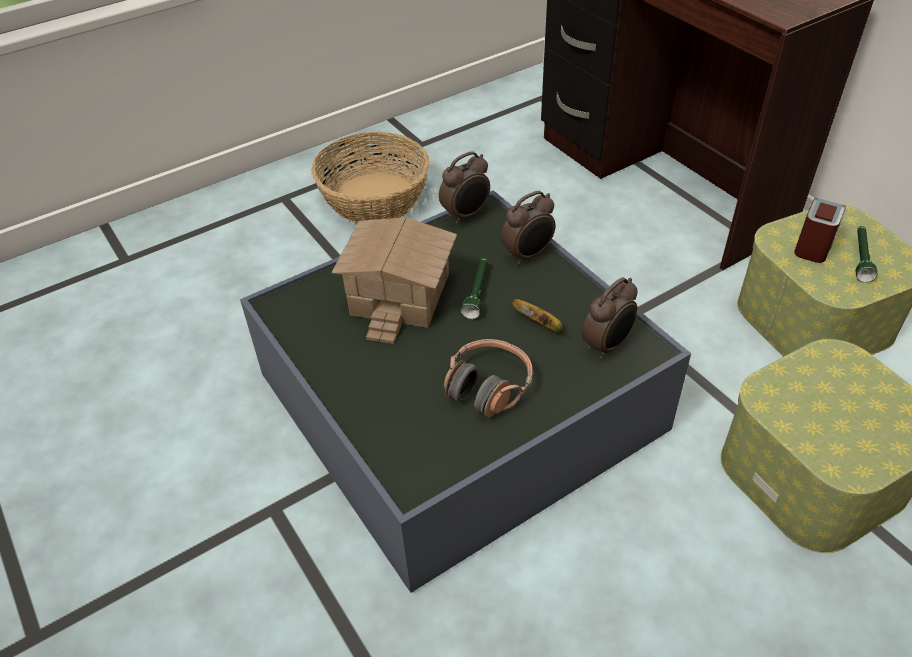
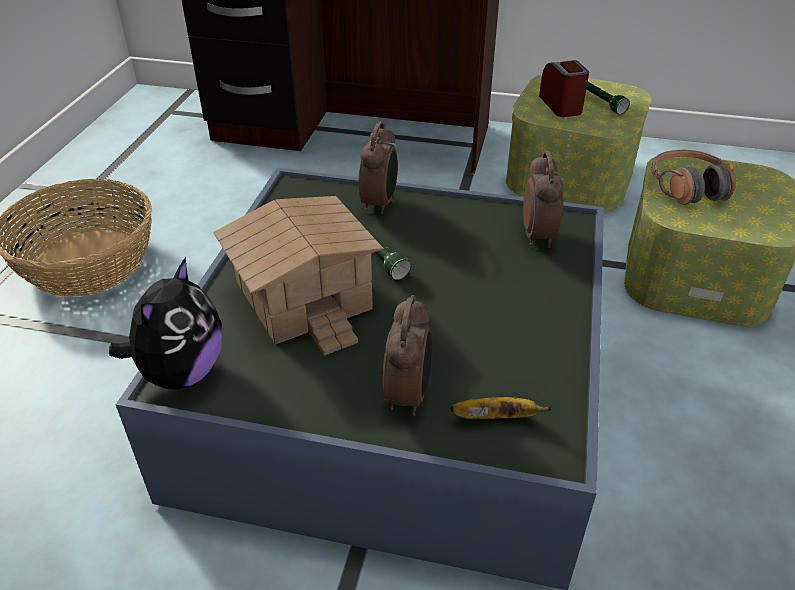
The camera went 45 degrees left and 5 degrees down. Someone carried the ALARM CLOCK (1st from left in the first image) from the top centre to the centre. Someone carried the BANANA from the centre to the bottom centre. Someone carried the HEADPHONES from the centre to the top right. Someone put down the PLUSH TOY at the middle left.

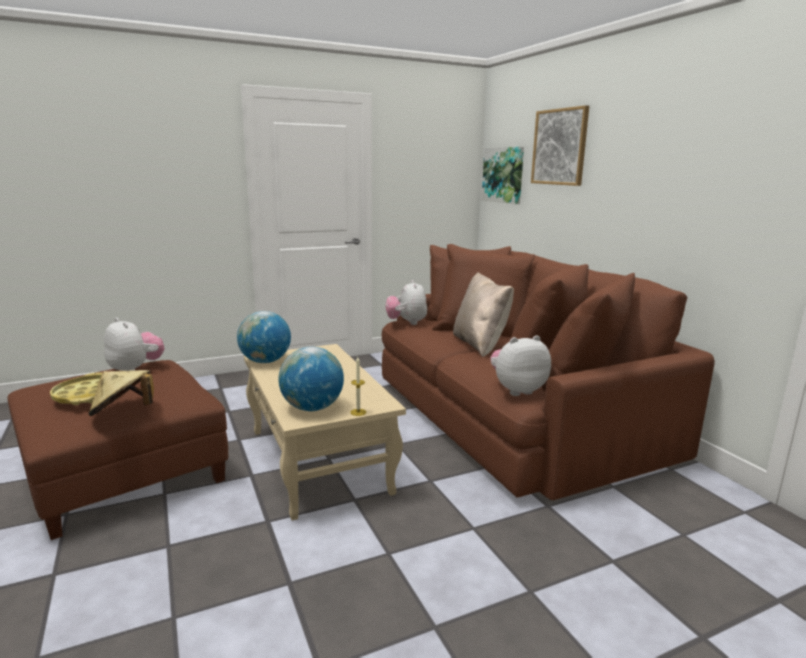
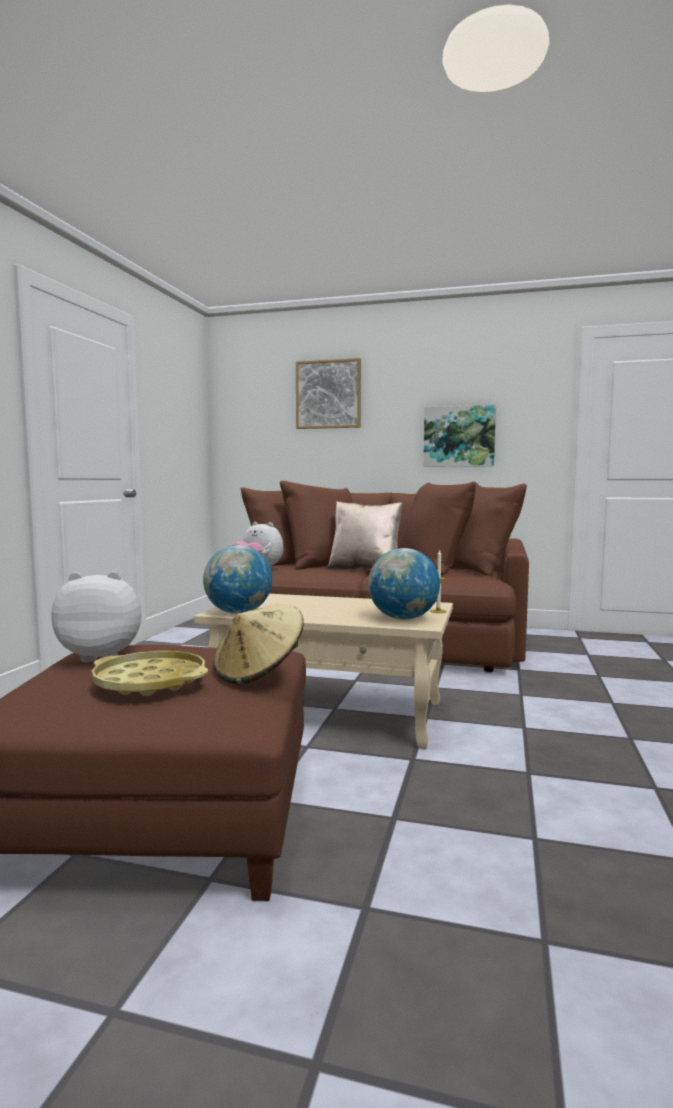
The camera went 50 degrees left and 10 degrees down. Someone carried the PICTURE (1st from left in the first image) from the top centre to the middle right. Someone took away the PLUSH TOY (3rd from left) at the centre.

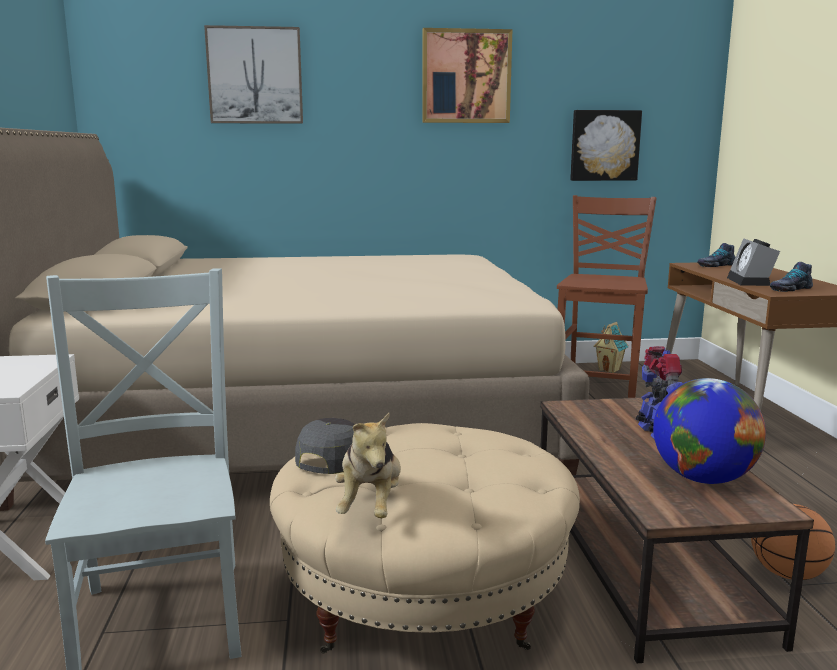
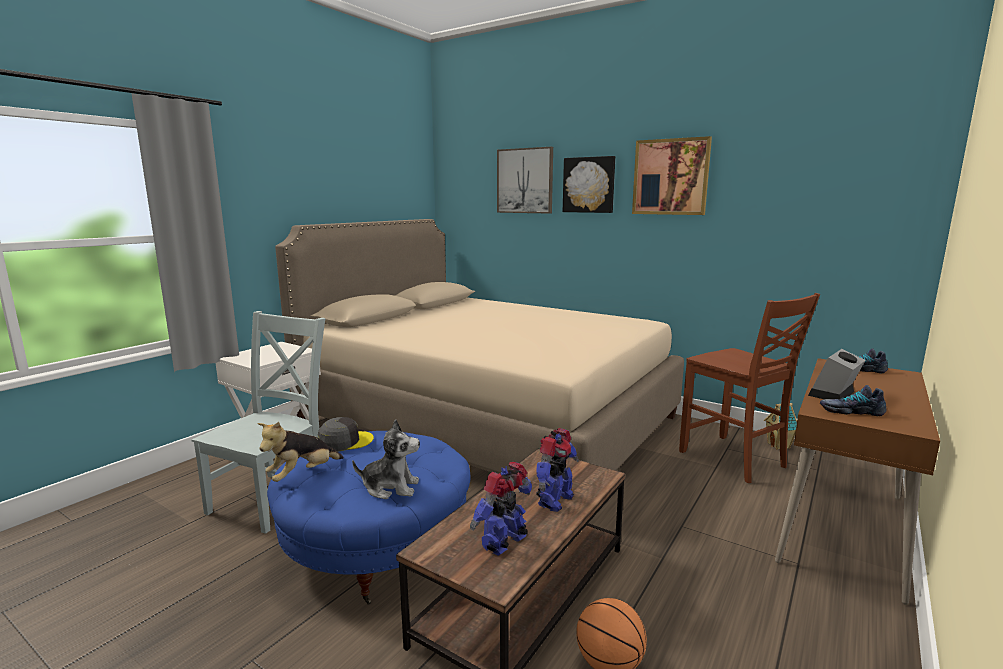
The camera went 40 degrees right and 0 degrees up. Someone carried the PICTURE (3rd from left in the first image) from the top right to the top centre. Someone rotated the BROWN CHAIR at the middle right by 90 degrees clockwise. Someone swapped the GLOBE at the middle right for the TOY ROBOT (1st from left) at the bottom centre. Someone repainted the BEIGE OTTOMAN at the bottom centre, which became the BLUE OTTOMAN at the bottom centre. Someone put down the PLUSH TOY (2nd from left) at the bottom centre.

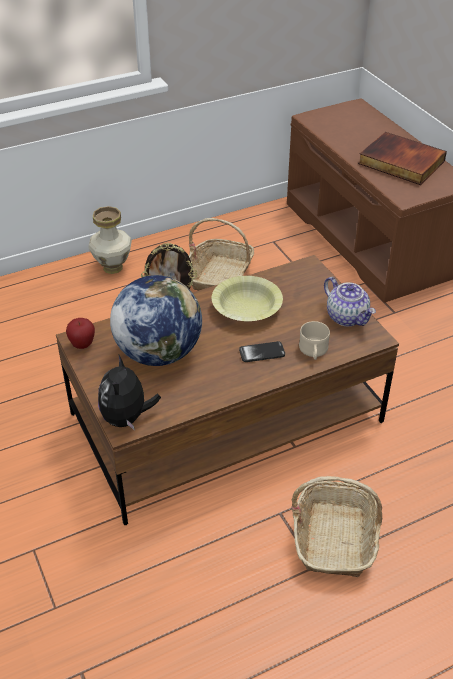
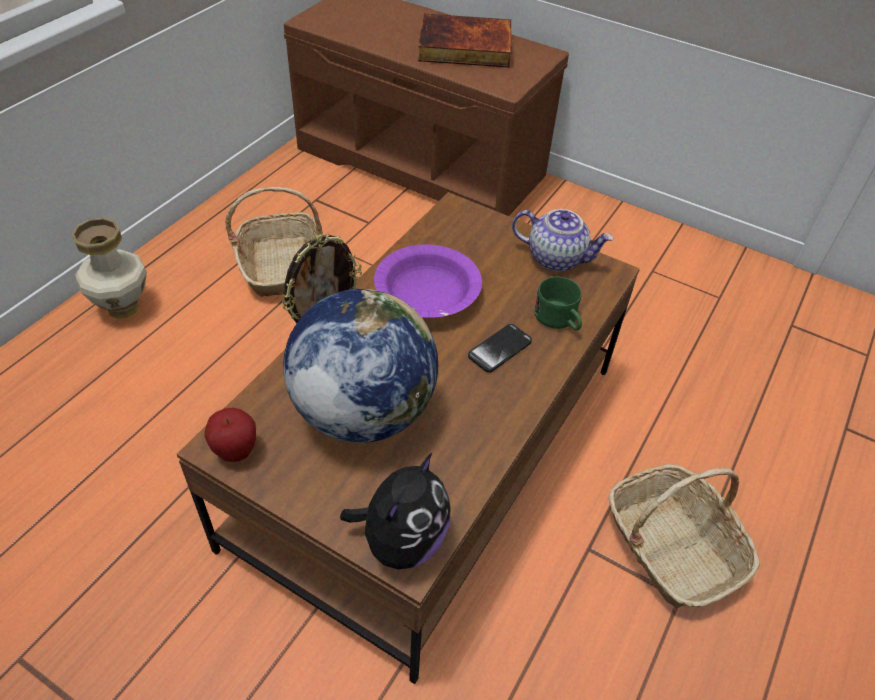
The camera went 35 degrees left and 5 degrees up. Someone repainted the YELLOW BOWL at the centre, which became the PURPLE BOWL at the centre. Someone repainted the BEIGE MUG at the middle right, which became the GREEN MUG at the centre. Someone rotated the PLUSH TOY at the middle left by 120 degrees counterclockwise.

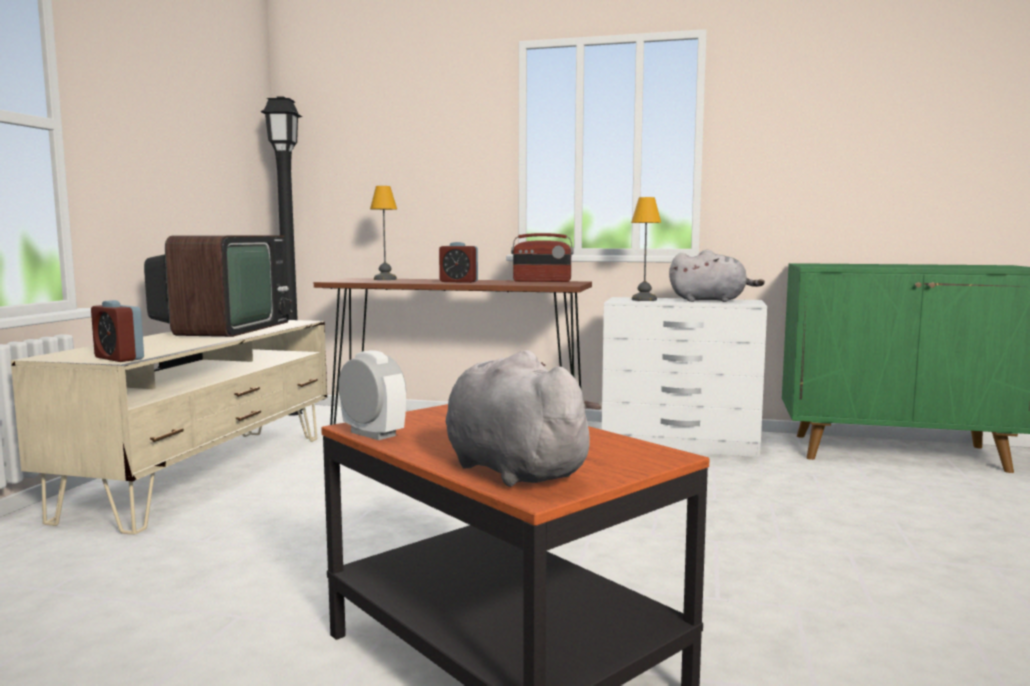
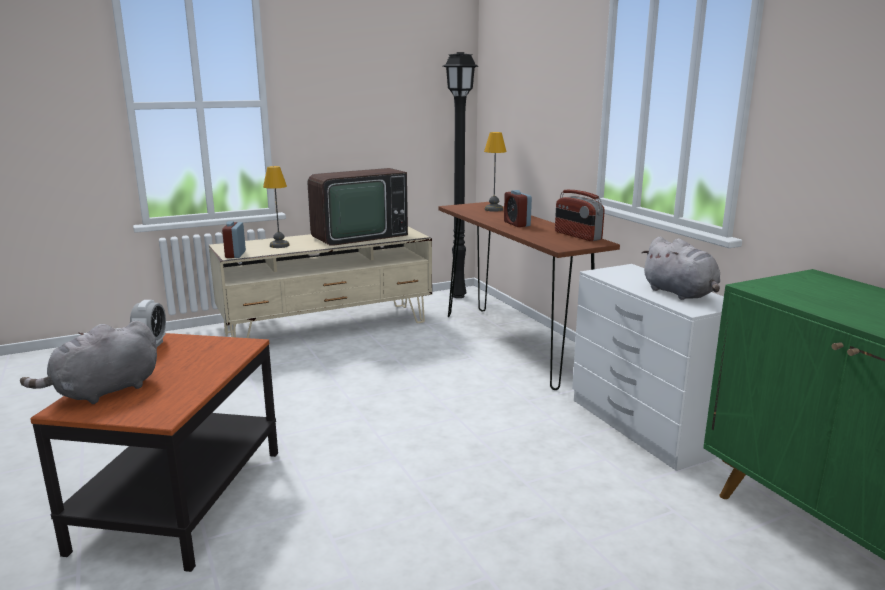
The camera went 50 degrees right and 10 degrees up. Someone carried the TABLE LAMP (2nd from left in the first image) from the centre to the middle left. Someone rotated the GREY PLUSH TOY (1st from left) at the centre by 150 degrees counterclockwise.

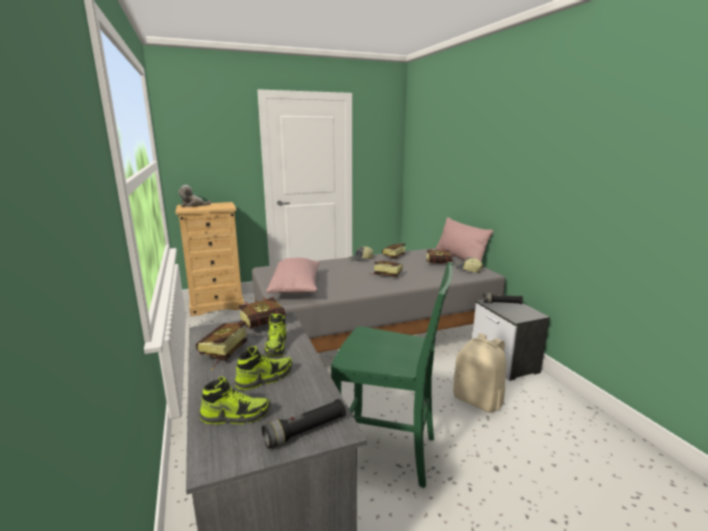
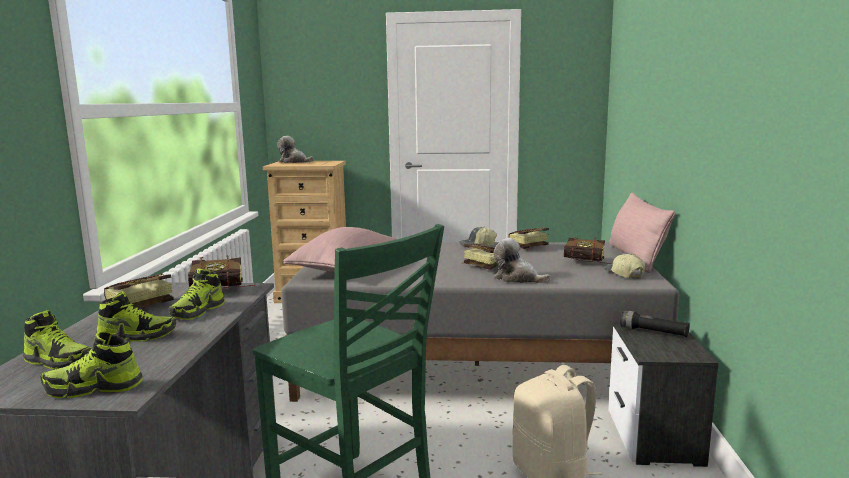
The camera went 25 degrees right and 5 degrees down. Someone swapped the BLACK FLASHLIGHT (1st from left) at the bottom centre for the SHOE (2nd from left) at the bottom left. Someone put down the PLUSH TOY (2nd from left) at the centre.

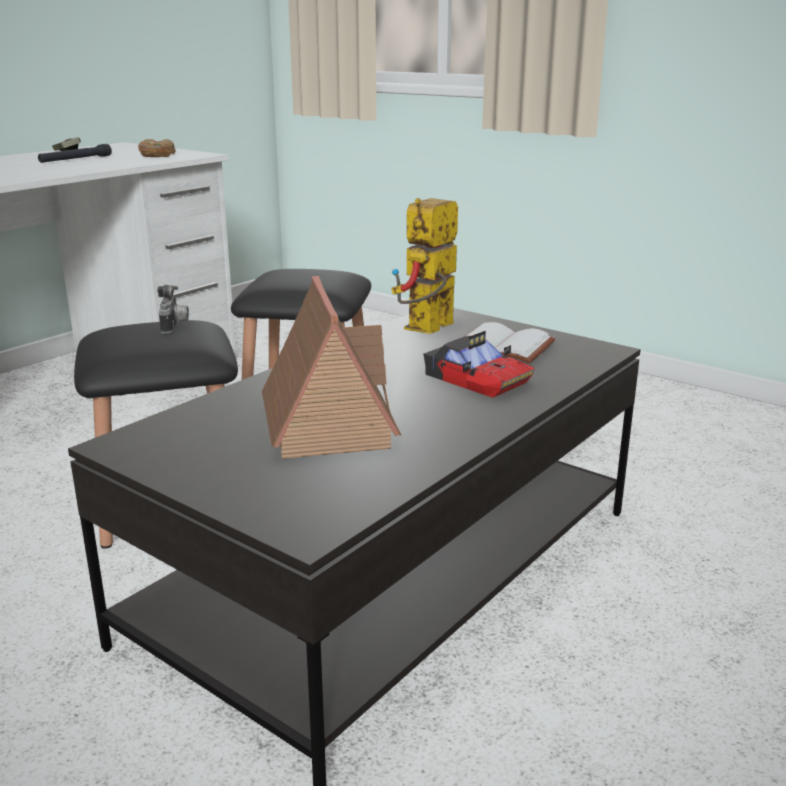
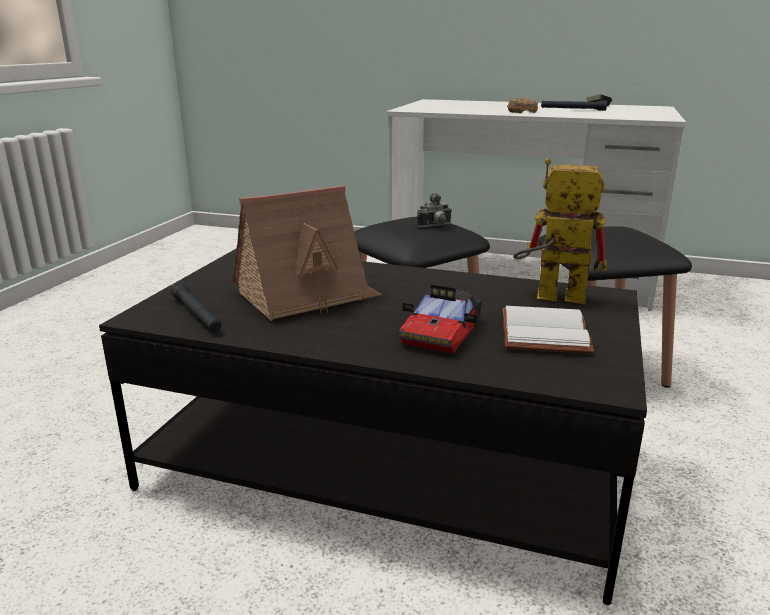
The camera went 70 degrees right and 0 degrees up. Someone carried the DONUT from the top left to the top right. Someone put down the BLACK FLASHLIGHT (1st from left) at the middle left.

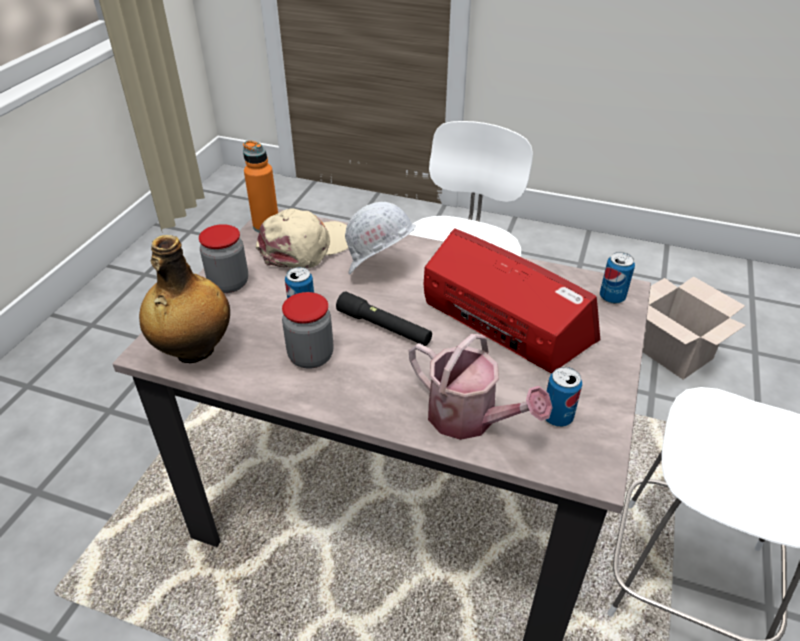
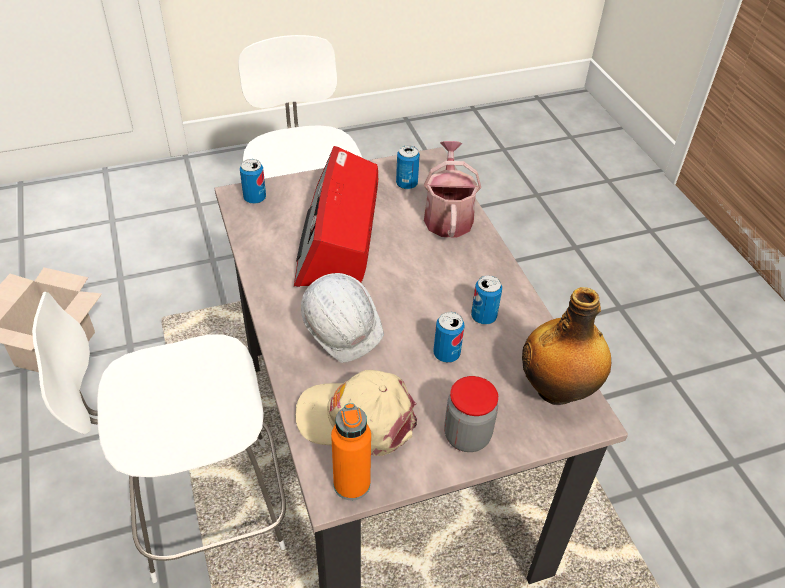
The camera went 130 degrees left and 5 degrees up. Someone took away the BLACK FLASHLIGHT at the centre. Someone swapped the JAR (2nd from left) at the centre for the CAN (4th from left) at the centre.

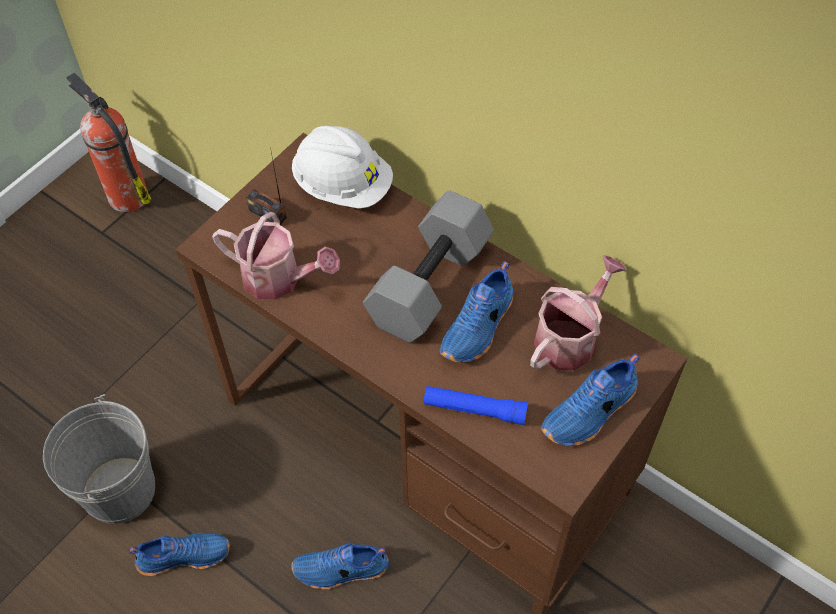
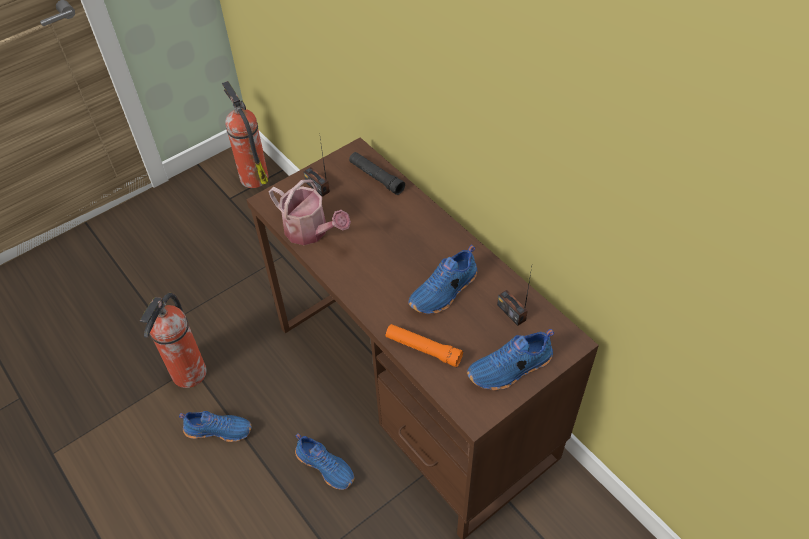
The camera went 15 degrees right and 5 degrees down. Someone swapped the WHITE HARD HAT at the top centre for the BLACK FLASHLIGHT at the top centre. Someone took away the GREY DUMBBELL at the centre. Someone swapped the WATERING CAN (2nd from left) at the middle right for the RADIO (2nd from left) at the centre. Someone repainted the BLUE FLASHLIGHT at the centre, which became the ORANGE FLASHLIGHT at the centre. Someone swapped the GREY BUCKET at the bottom left for the FIRE EXTINGUISHER (1st from left) at the middle left. Someone rotated the BLUE SHOE (2nd from left) at the bottom centre by 150 degrees counterclockwise.

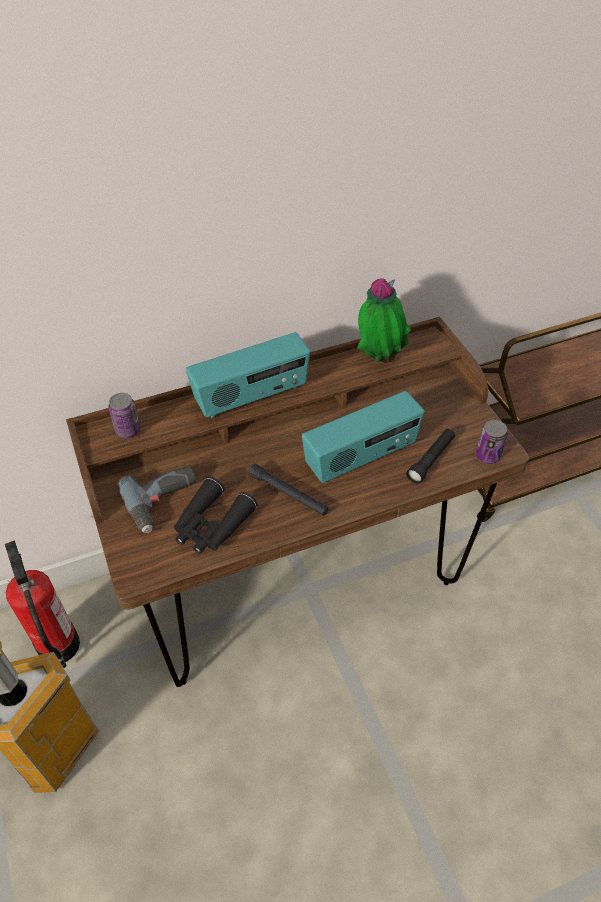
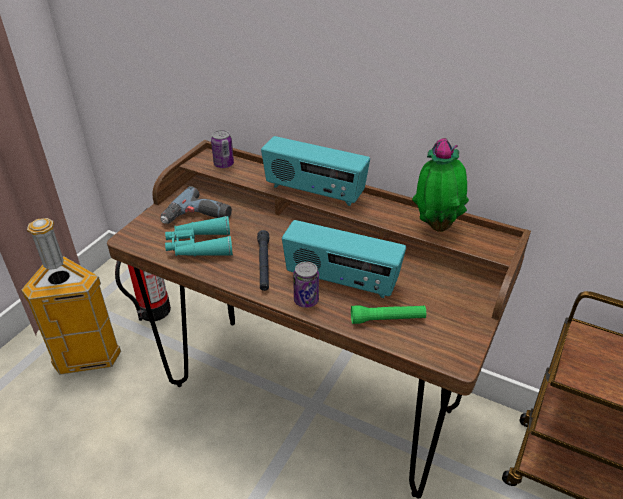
The camera went 50 degrees right and 10 degrees down. Someone carried the CAN (2nd from left) from the middle right to the centre. Someone repainted the BLACK FLASHLIGHT (2nd from left) at the middle right, which became the GREEN FLASHLIGHT at the centre. Someone repainted the BLACK BINOCULARS at the centre, which became the TURQUOISE BINOCULARS at the middle left.

